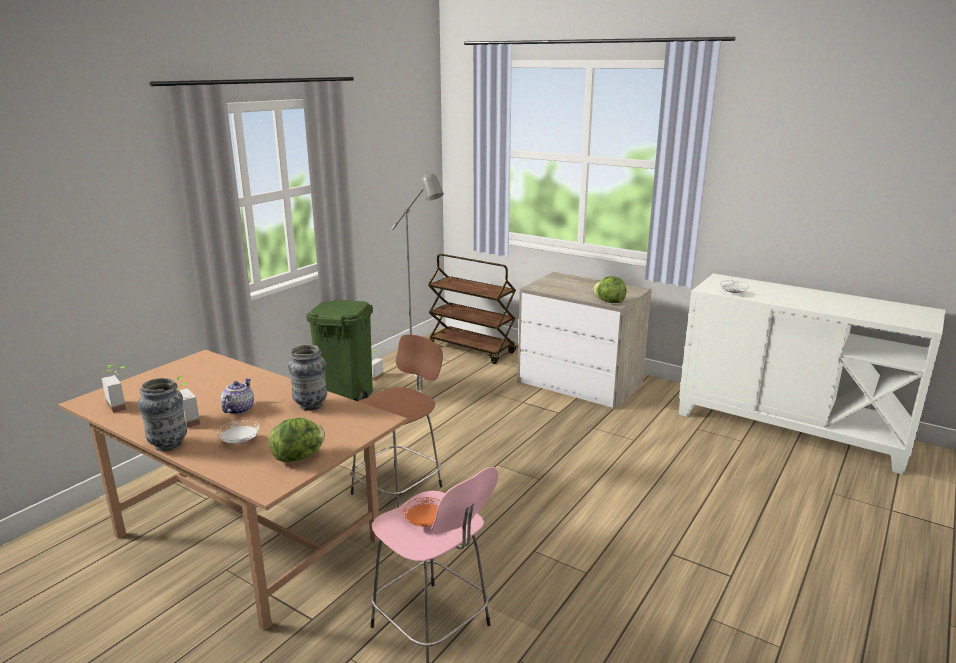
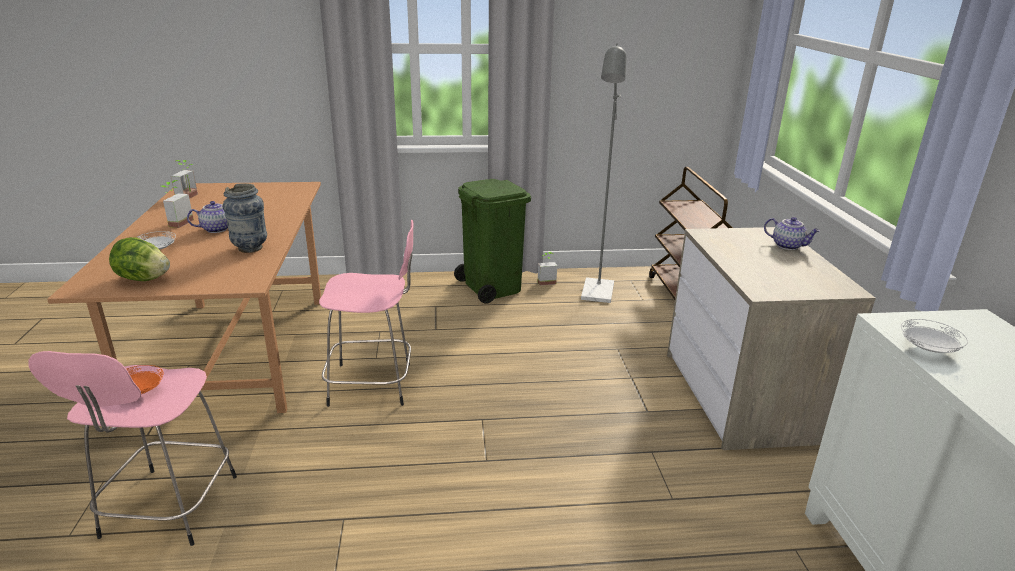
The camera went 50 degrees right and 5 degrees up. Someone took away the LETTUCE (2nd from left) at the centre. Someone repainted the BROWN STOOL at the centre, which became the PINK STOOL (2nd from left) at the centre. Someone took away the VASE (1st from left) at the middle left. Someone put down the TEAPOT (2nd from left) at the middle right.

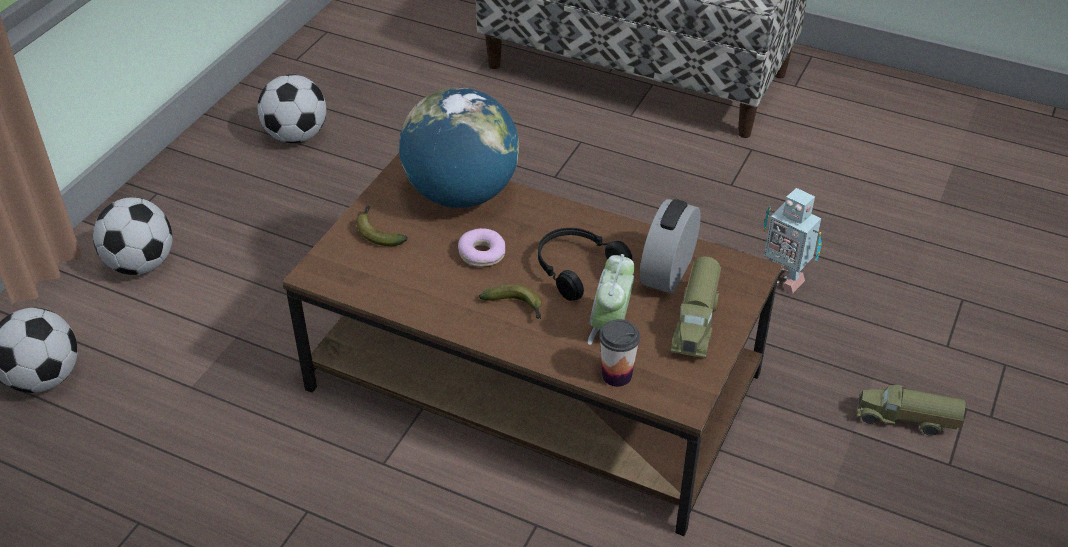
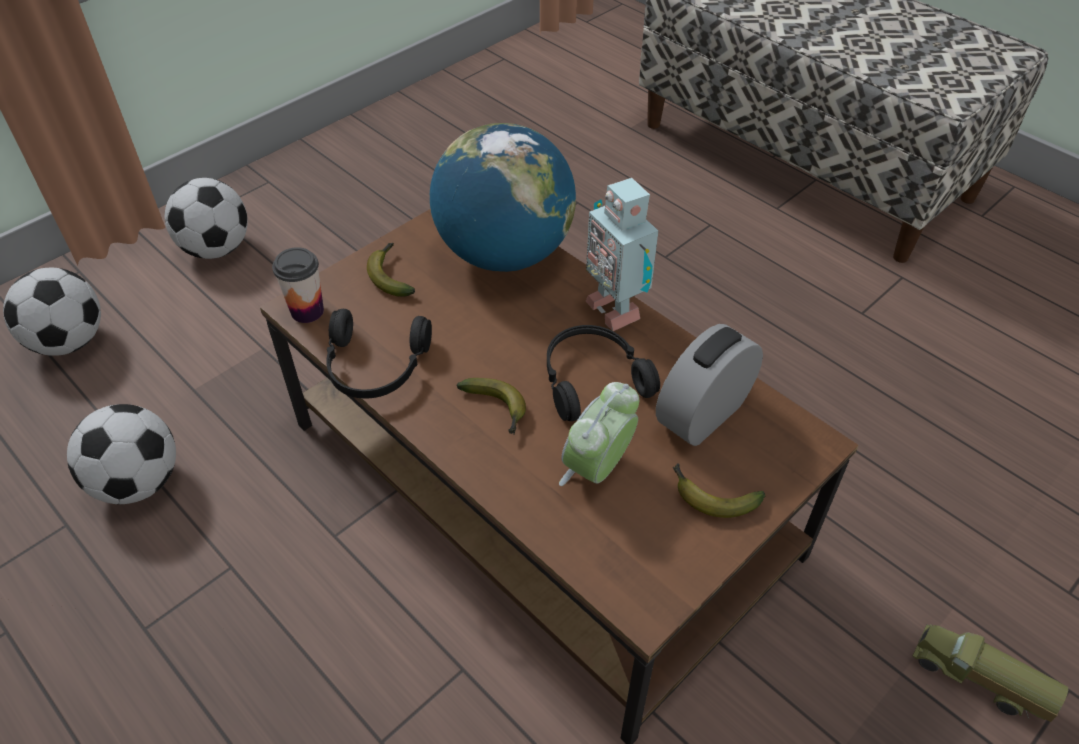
The camera went 20 degrees right and 5 degrees up. Someone carried the FOOTBALL (3rd from left in the first image) from the top left to the middle left. Someone carried the TOY ROBOT from the middle right to the centre. Someone took away the DONUT at the centre. Someone swapped the TOY TRUCK (1st from left) at the centre for the BANANA (3rd from left) at the centre. Someone carried the CUP from the centre to the middle left. Someone put down the BLACK HEADPHONES (1st from left) at the centre.

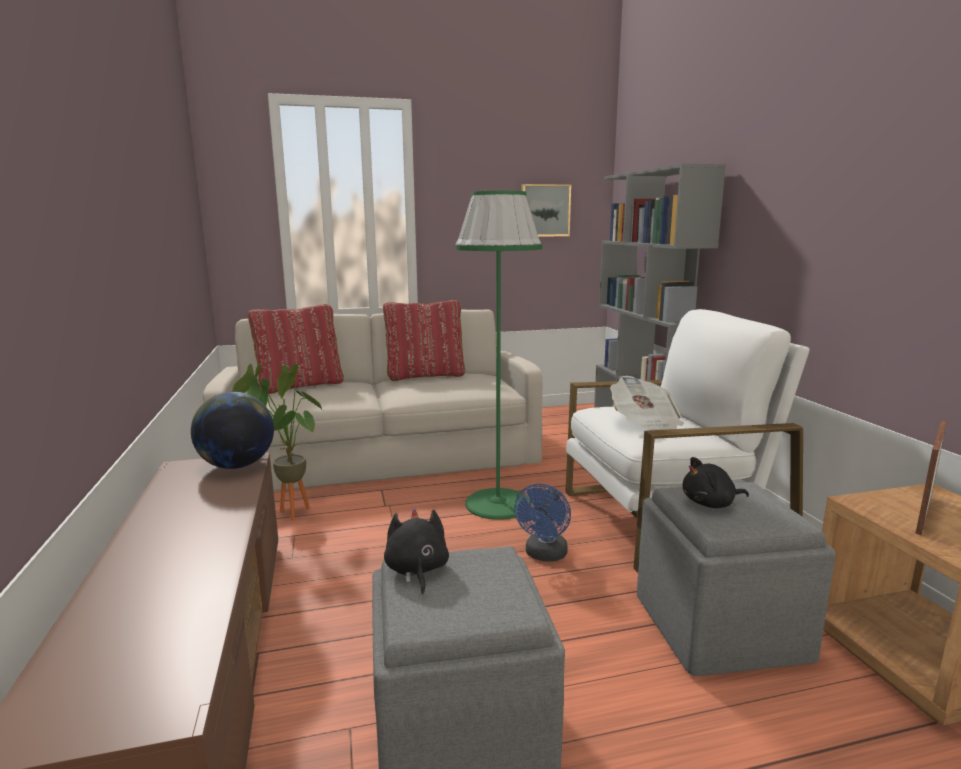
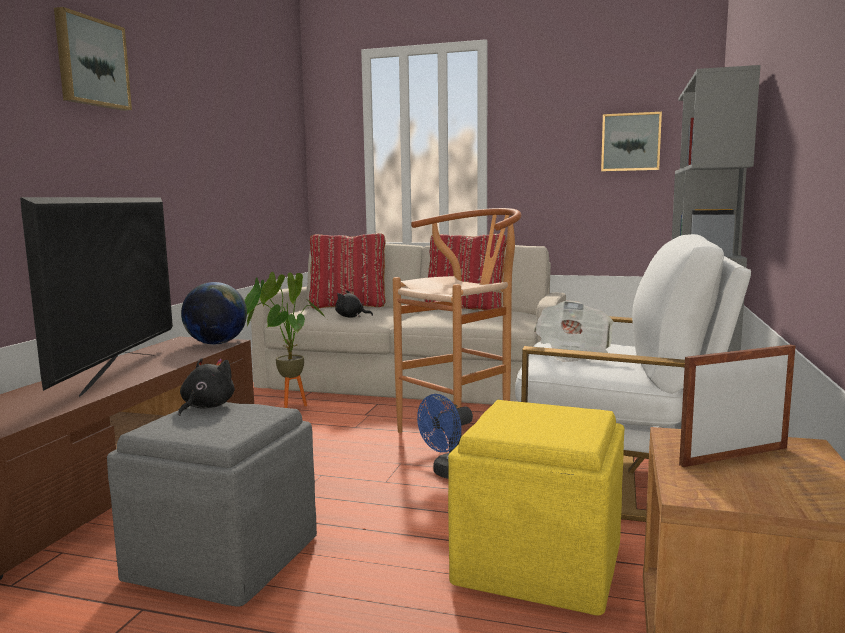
The camera went 30 degrees right and 5 degrees down. Someone swapped the GREEN FLOOR LAMP at the centre for the BROWN STOOL at the centre. Someone carried the BLACK PLUSH TOY (2nd from left) from the middle right to the centre. Someone repainted the GREY OTTOMAN (2nd from left) at the bottom right, which became the YELLOW OTTOMAN at the bottom centre. Someone put up the PICTURE (1st from left) at the top left. Someone put down the TELEVISION at the middle left.

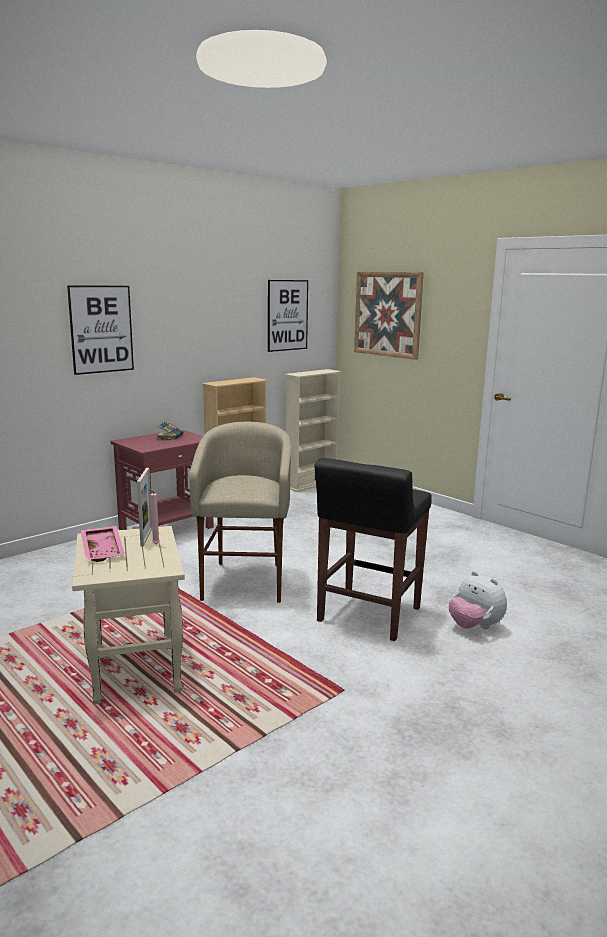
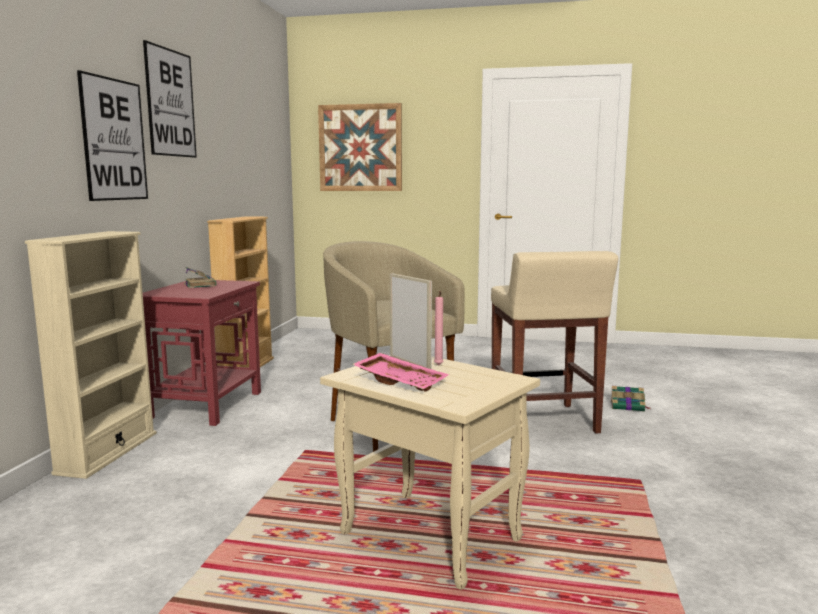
The camera went 35 degrees left and 5 degrees down. Someone carried the PICTURE (2nd from left) from the centre to the top left. Someone carried the BEIGE BOOKCASE (2nd from left in the first image) from the centre to the middle left. Someone repainted the BLACK STOOL at the centre, which became the BEIGE STOOL (2nd from left) at the middle right. Someone swapped the PLUSH TOY at the middle right for the BOOK (2nd from left) at the middle right.

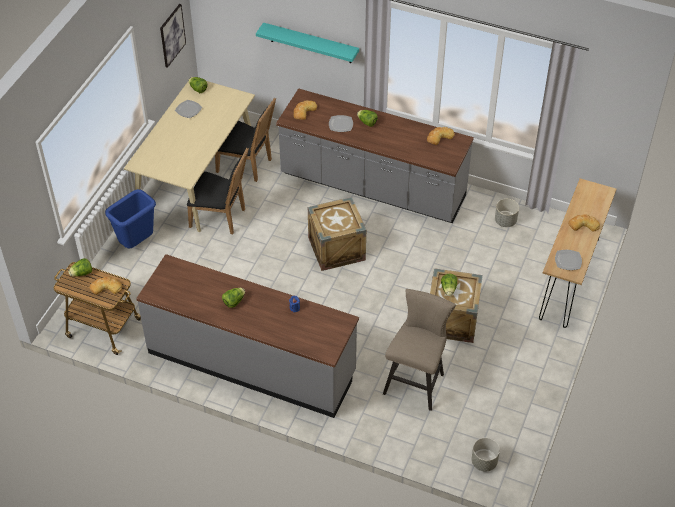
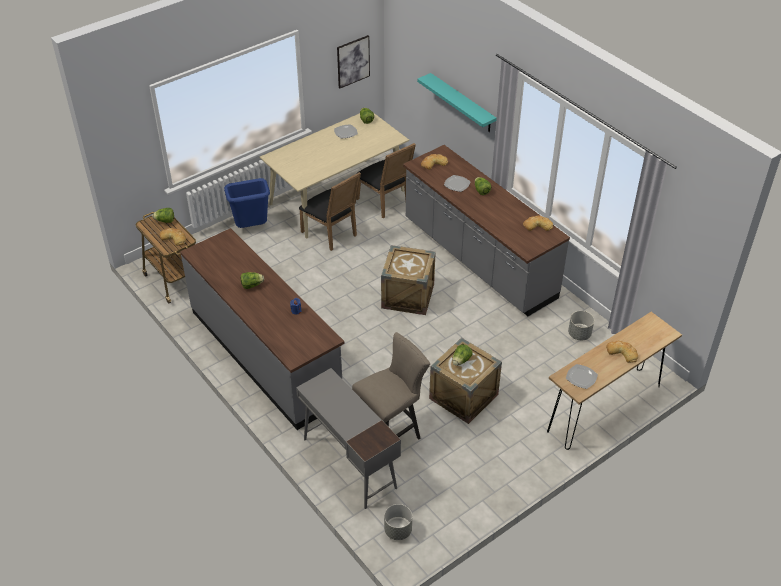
The camera went 30 degrees right and 5 degrees down. Someone put down the GREY DESK at the bottom centre.

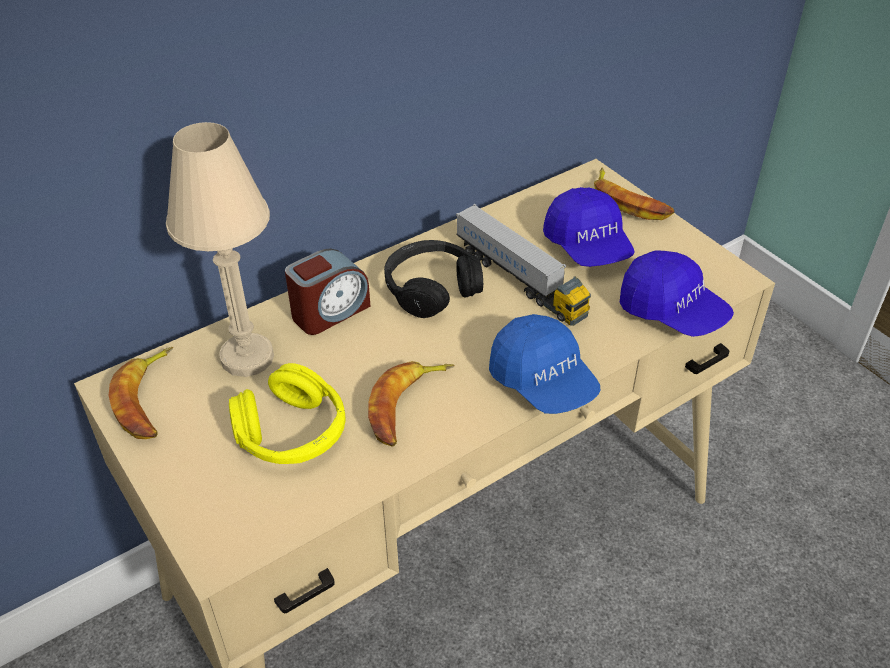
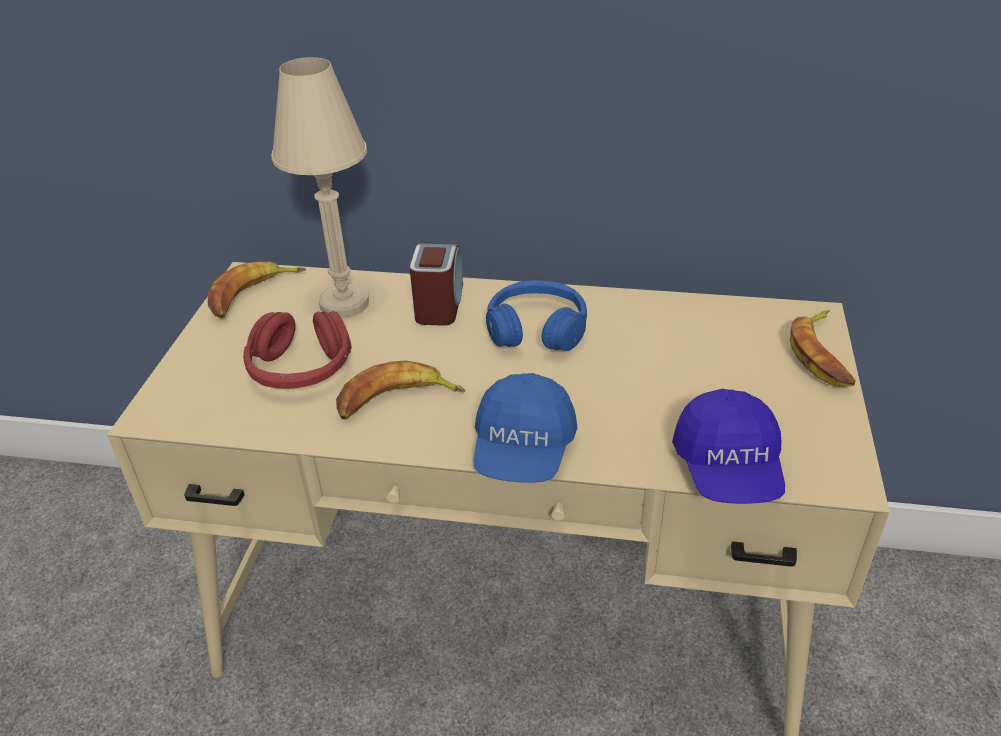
The camera went 45 degrees right and 5 degrees down. Someone took away the BLUE CAP (2nd from left) at the centre. Someone took away the TOY TRUCK at the centre. Someone repainted the BLACK HEADPHONES at the centre, which became the BLUE HEADPHONES at the centre. Someone rotated the ALARM CLOCK at the centre by 90 degrees counterclockwise. Someone repainted the YELLOW HEADPHONES at the middle left, which became the RED HEADPHONES at the middle left.

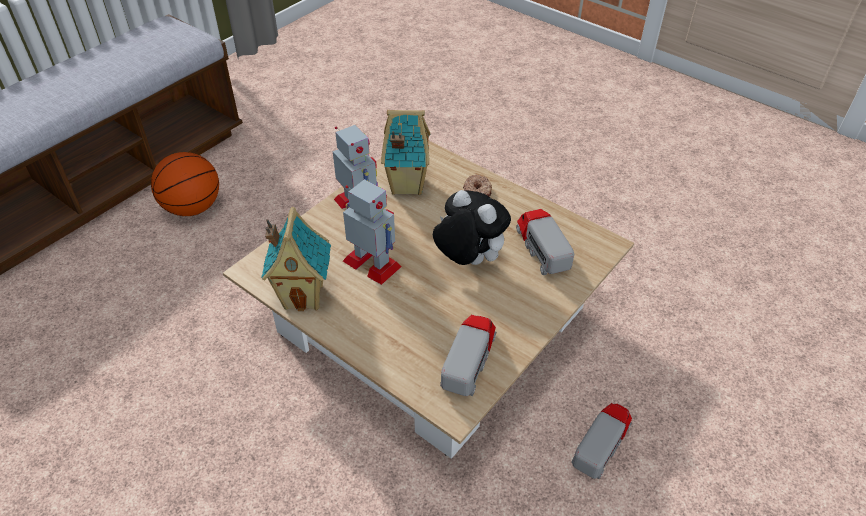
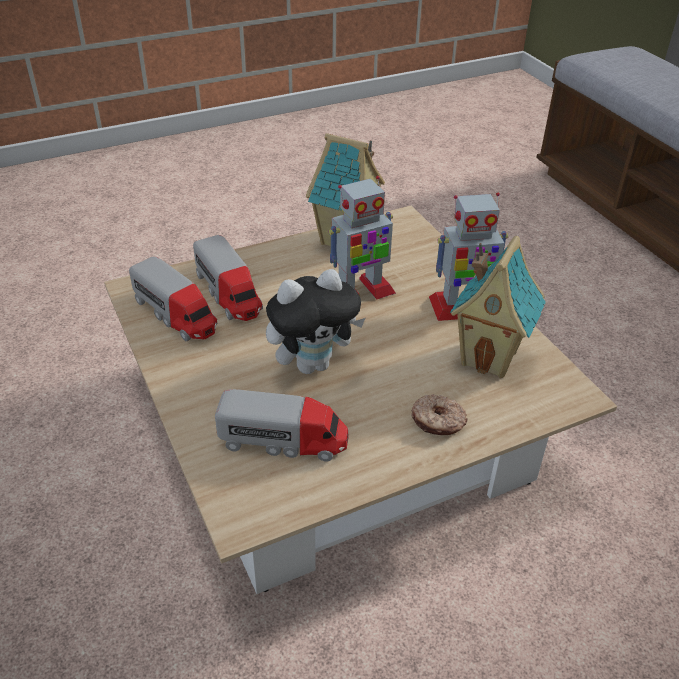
The camera went 115 degrees right and 5 degrees down. Someone took away the BASKETBALL at the middle left. Someone carried the TOY TRUCK (3rd from left in the first image) from the bottom right to the centre.

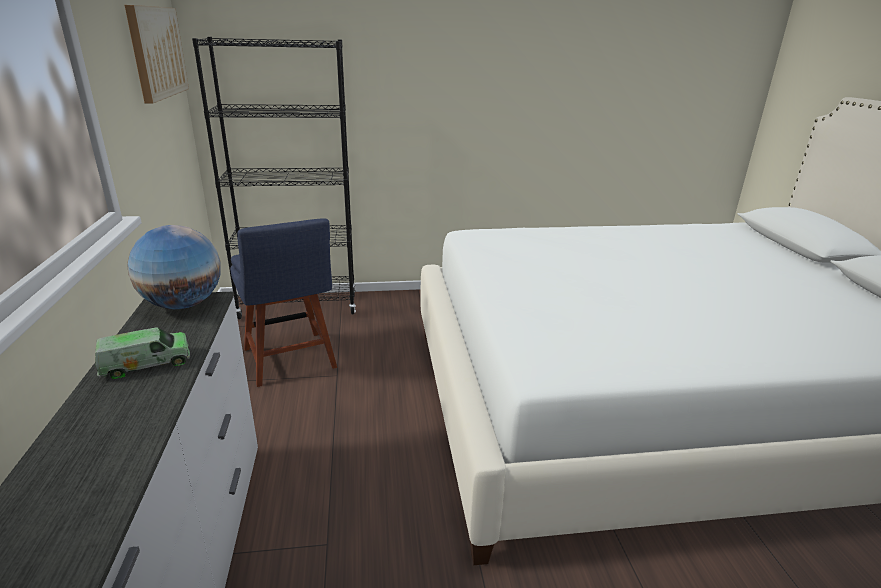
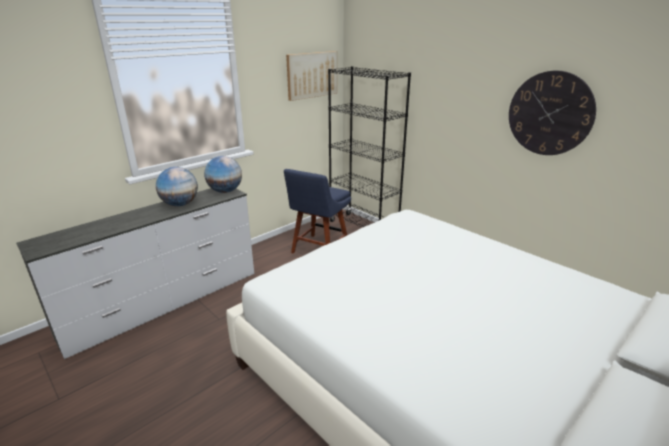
The camera went 55 degrees right and 0 degrees up. Someone swapped the TOY TRUCK at the middle left for the GLOBE (1st from left) at the middle left. Someone put up the WALL CLOCK at the top right.

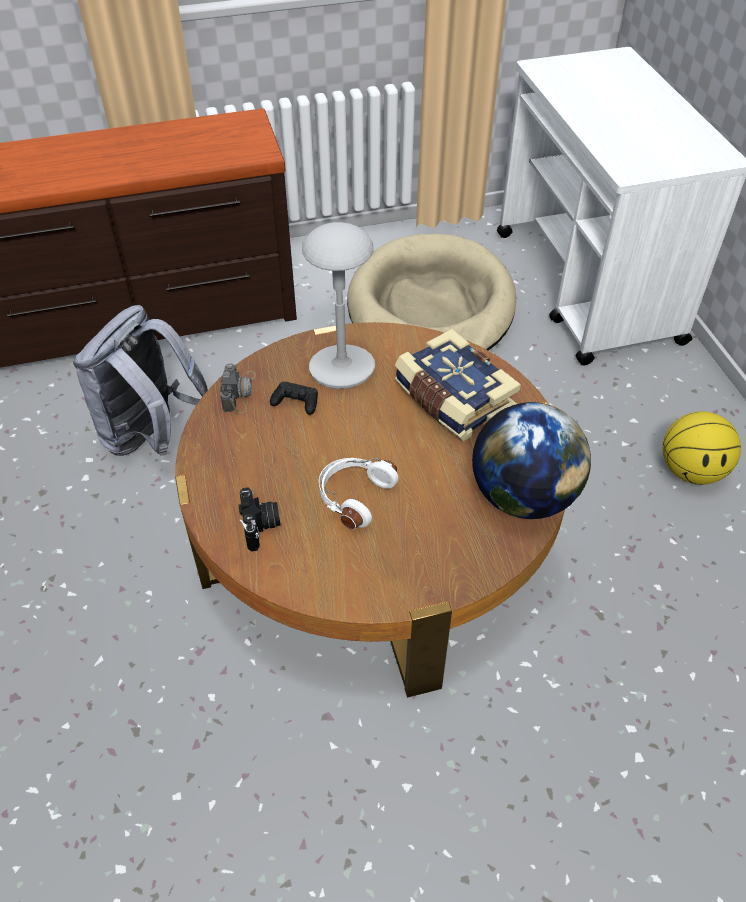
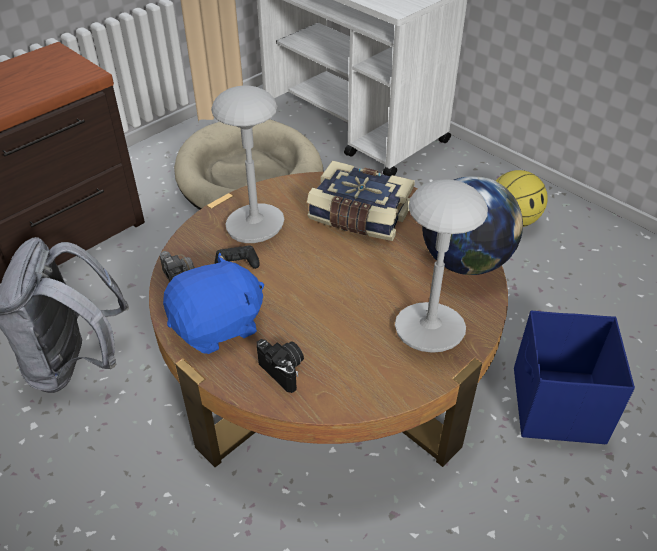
The camera went 30 degrees left and 5 degrees down. Someone took away the WHITE HEADPHONES at the centre. Someone put down the GREY TABLE LAMP (2nd from left) at the middle right. Someone put down the BLUE PLUSH TOY at the middle left. Someone put down the BLUE STORAGE BOX at the bottom right.

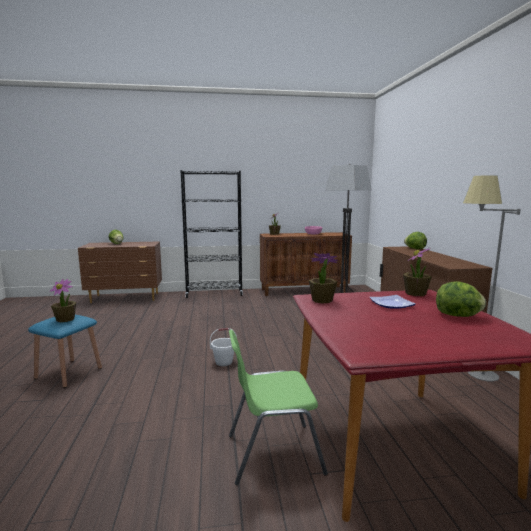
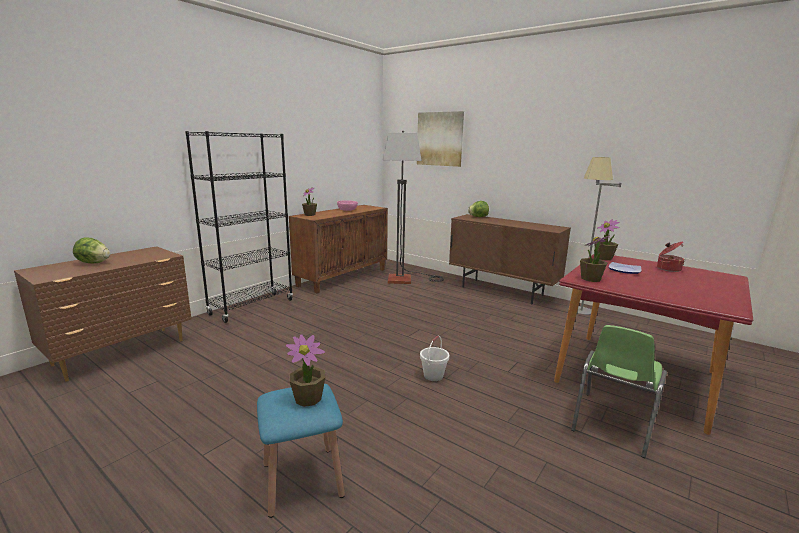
The camera went 45 degrees left and 5 degrees up. Someone swapped the LETTUCE (3rd from left) at the middle right for the COOKING POT at the middle right. Someone put up the PICTURE at the top centre.

